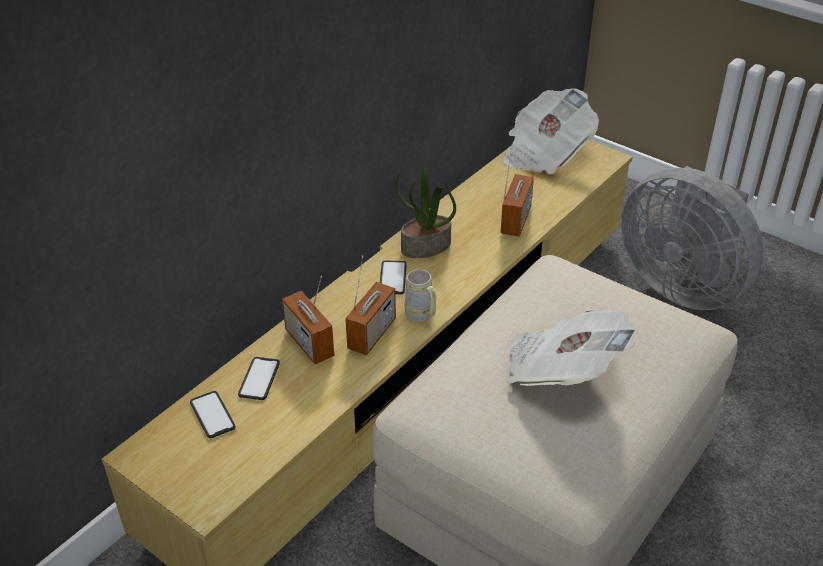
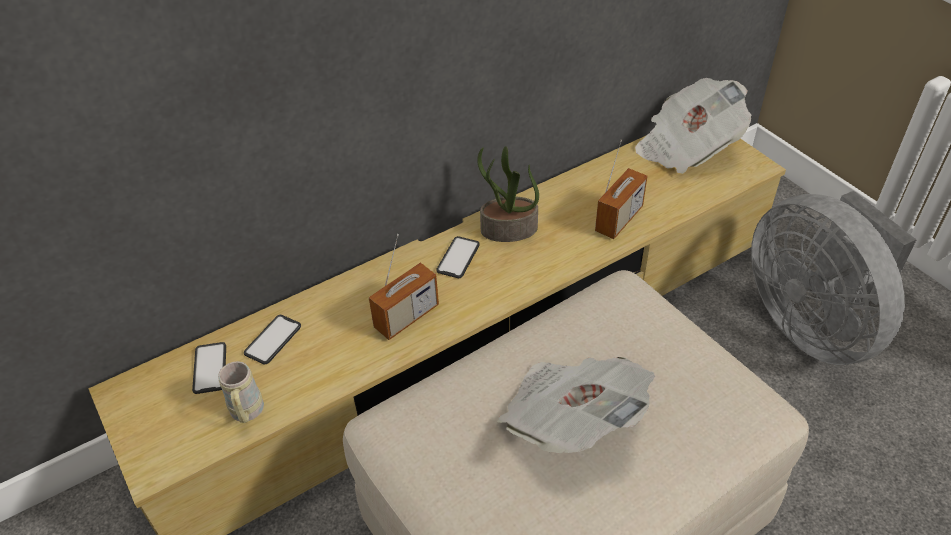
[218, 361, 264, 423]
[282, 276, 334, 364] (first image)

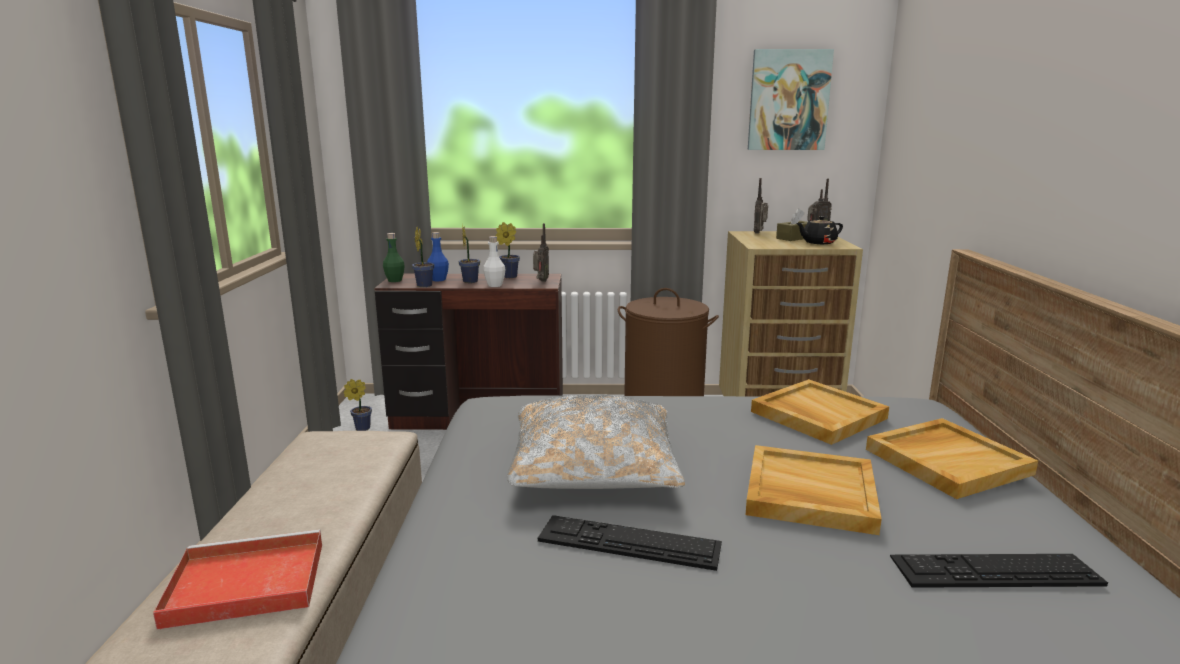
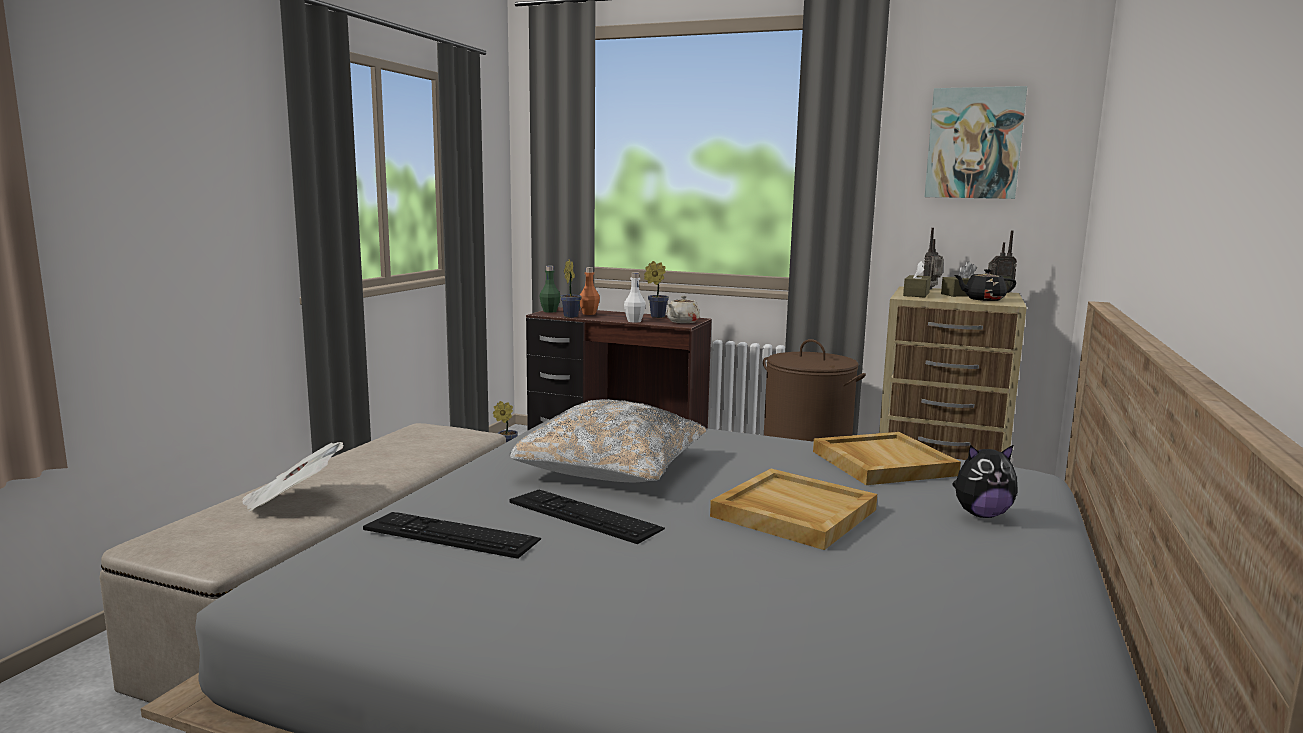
[667, 296, 700, 323]
[459, 224, 480, 283] (first image)
[580, 267, 600, 315]
[952, 445, 1018, 518]
[242, 442, 343, 512]
[363, 512, 541, 559]
[903, 261, 931, 298]

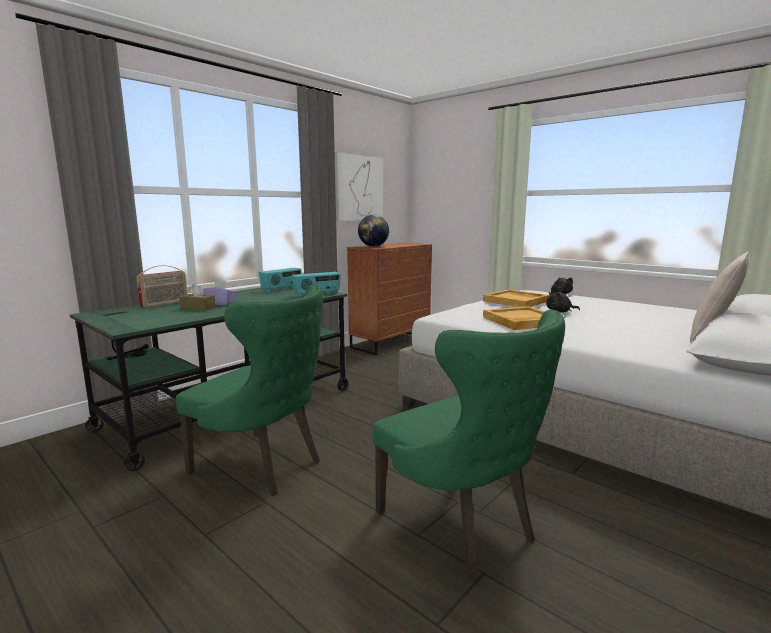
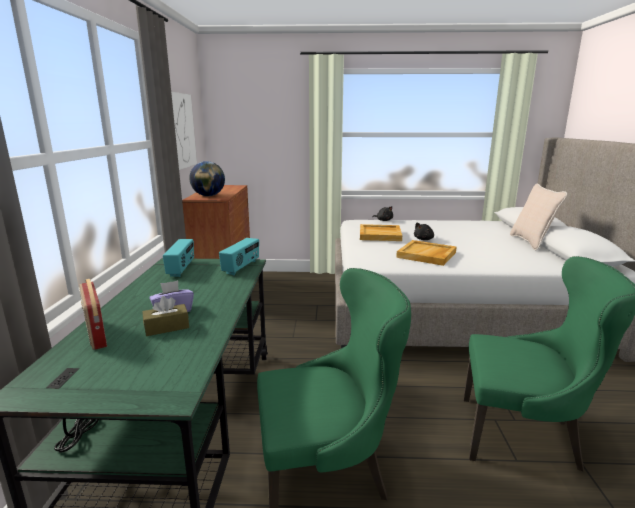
[79, 279, 107, 350]

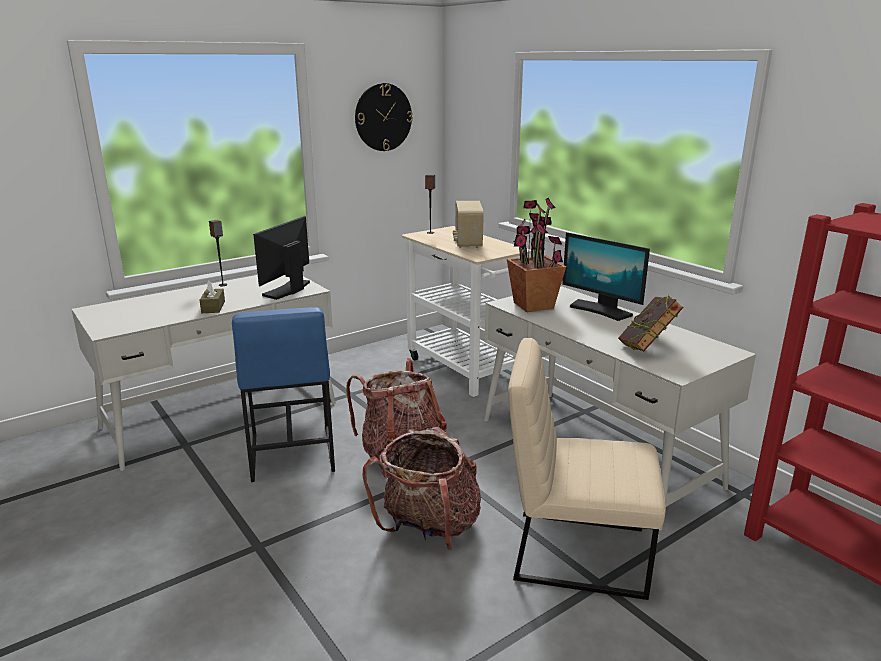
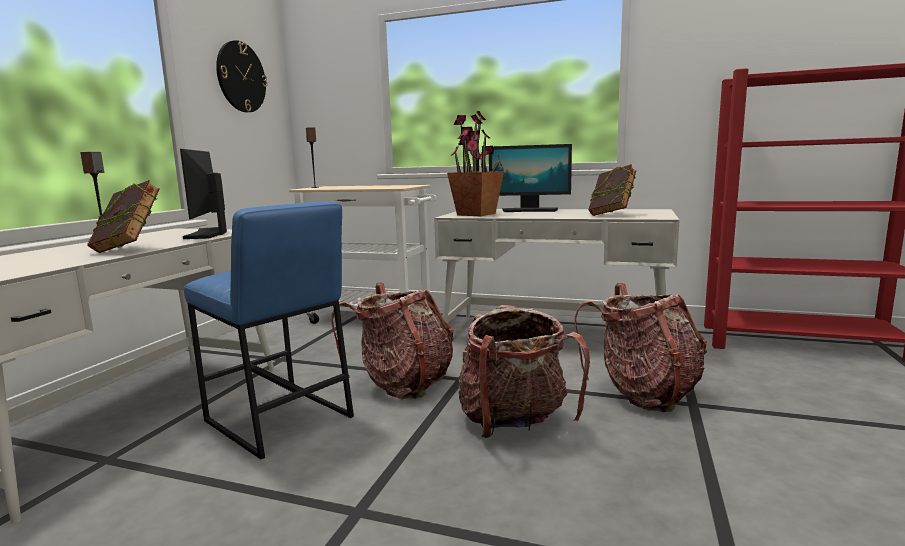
[453, 201, 484, 248] (first image)
[87, 180, 160, 253]
[575, 283, 707, 412]

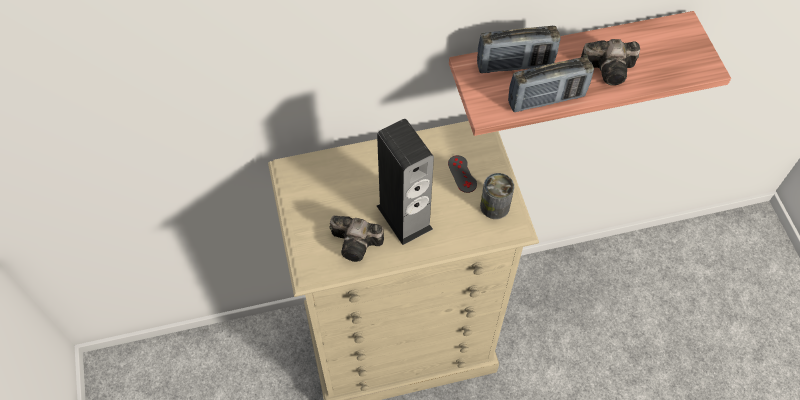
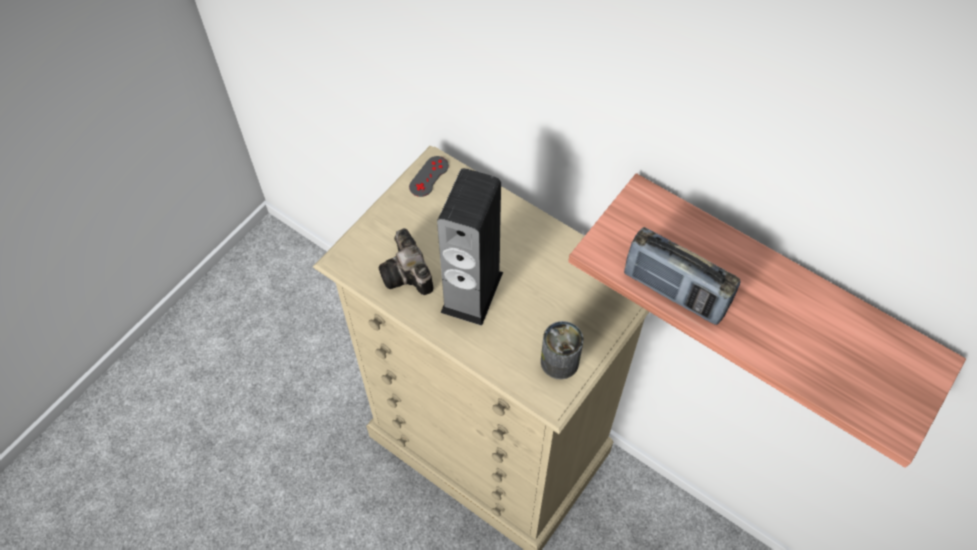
[477, 26, 561, 73] (first image)
[581, 39, 640, 86] (first image)
[409, 156, 449, 197]

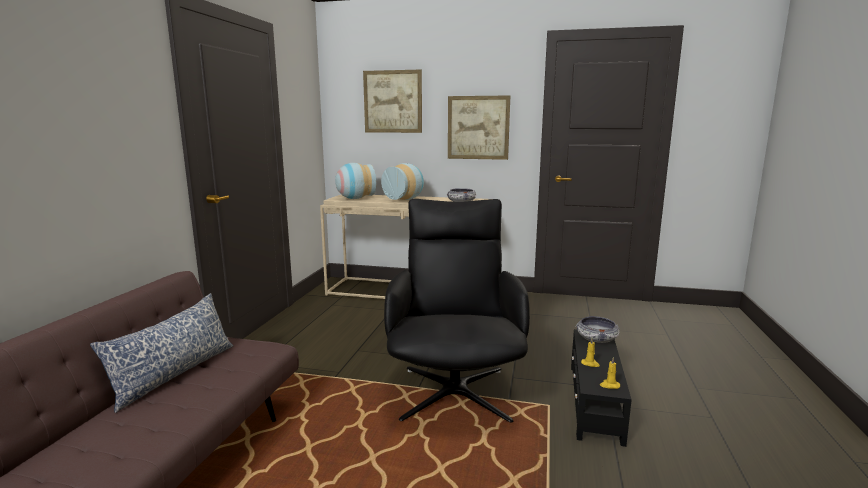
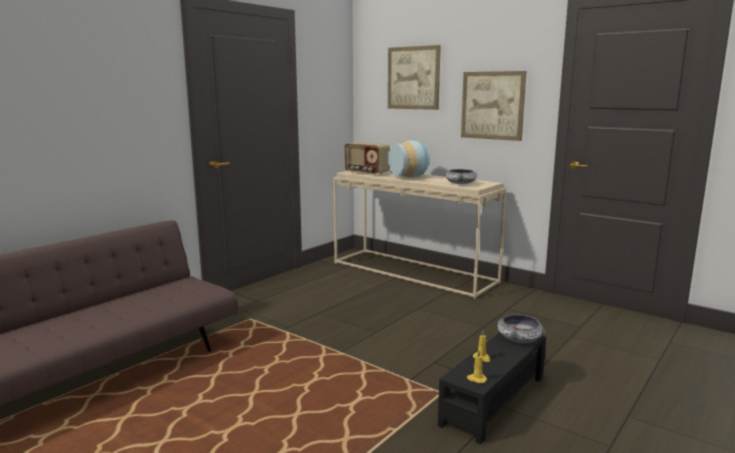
[344, 142, 390, 175]
[384, 199, 530, 423] (first image)
[90, 293, 234, 413] (first image)

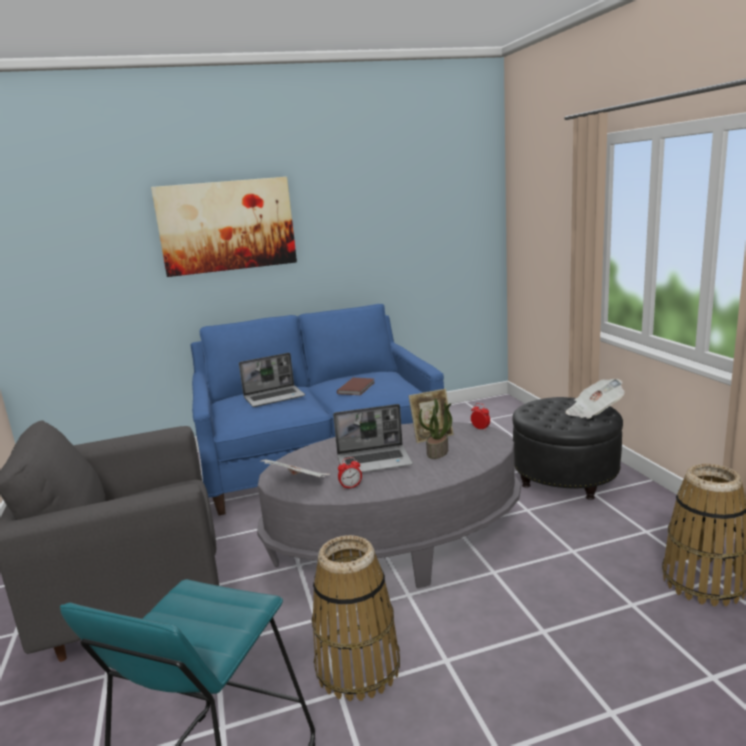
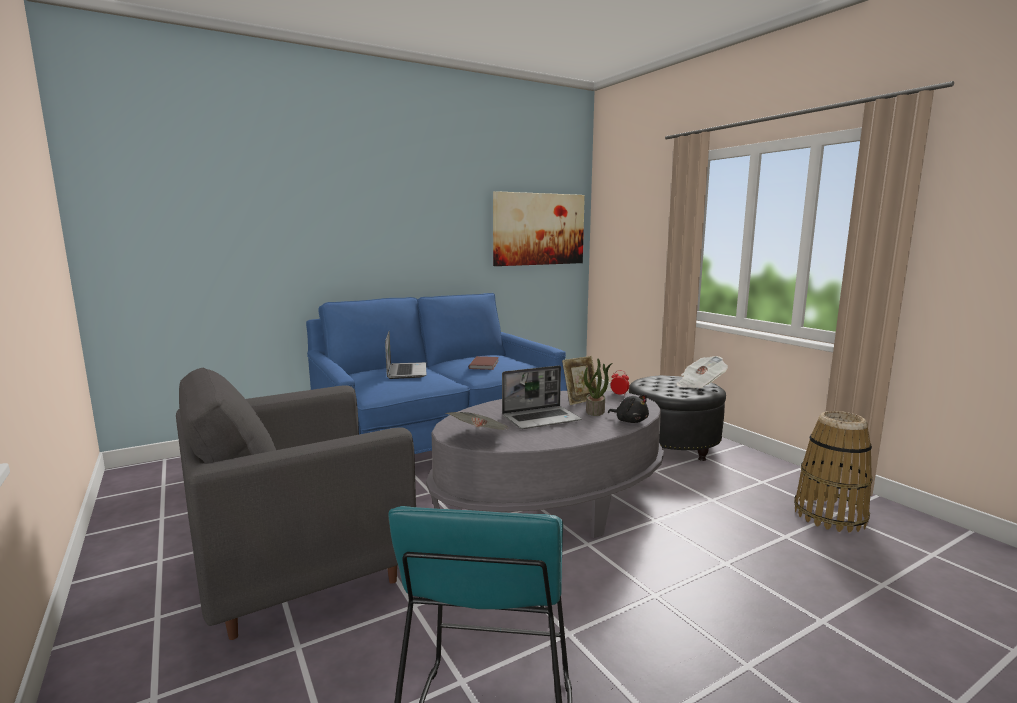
[493, 191, 585, 266]
[385, 331, 426, 379]
[338, 457, 362, 489] (first image)
[312, 535, 400, 701] (first image)
[608, 394, 649, 423]

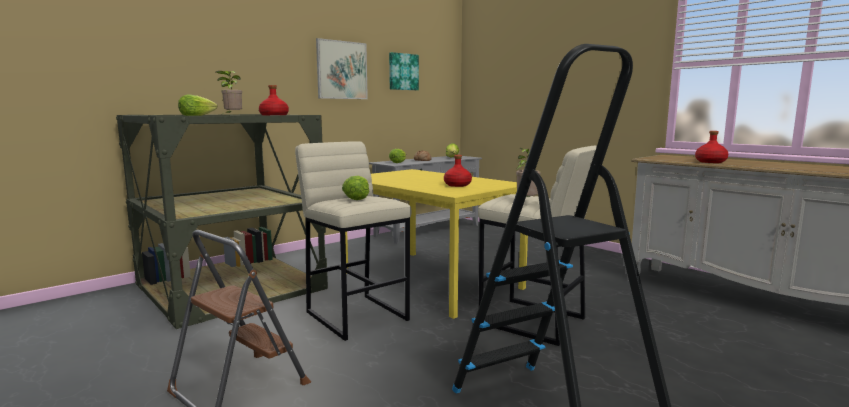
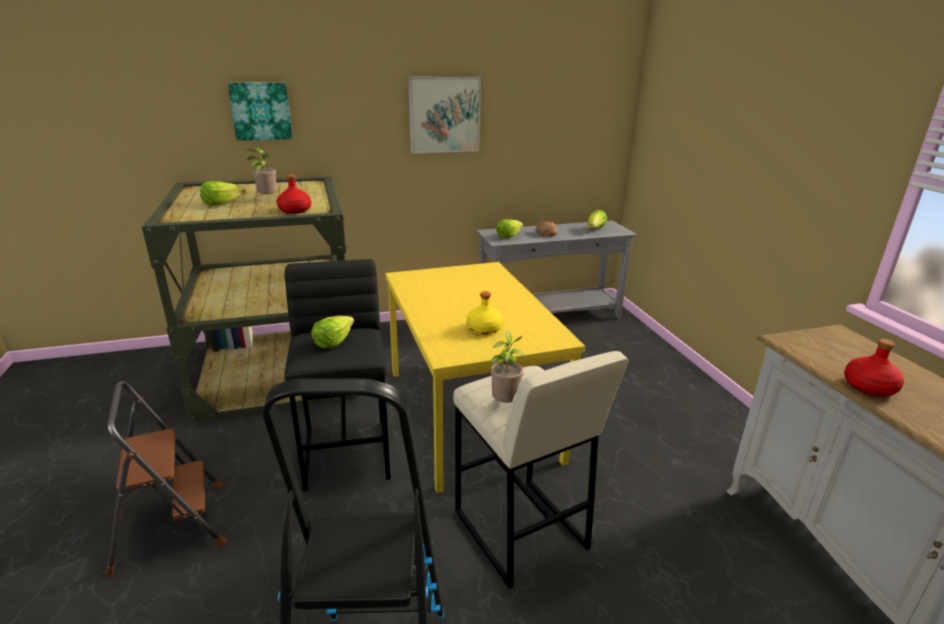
[228, 82, 292, 140]
[284, 259, 390, 491]
[467, 291, 503, 334]

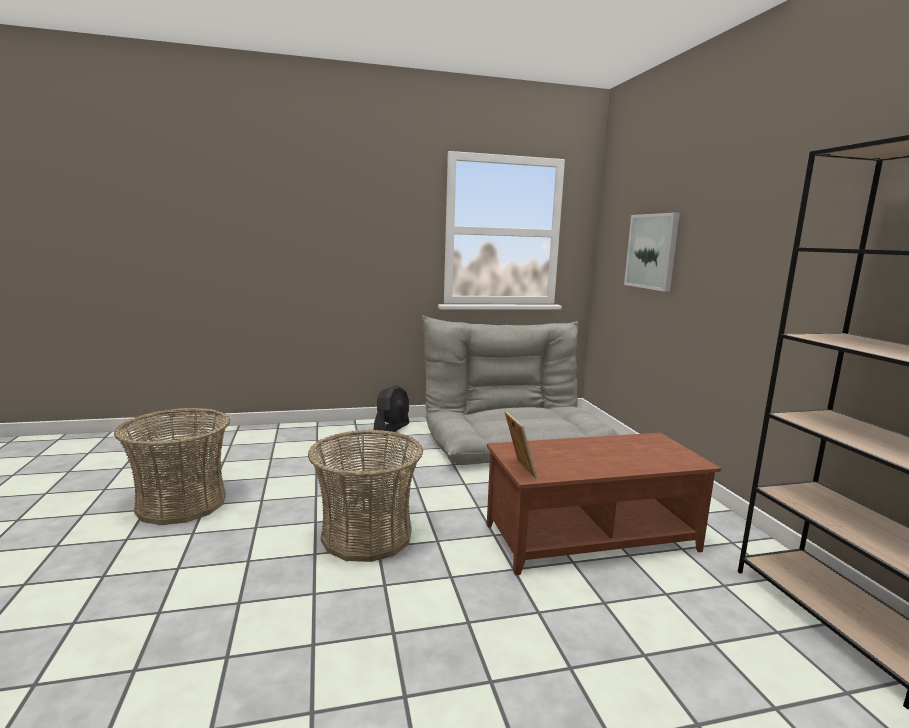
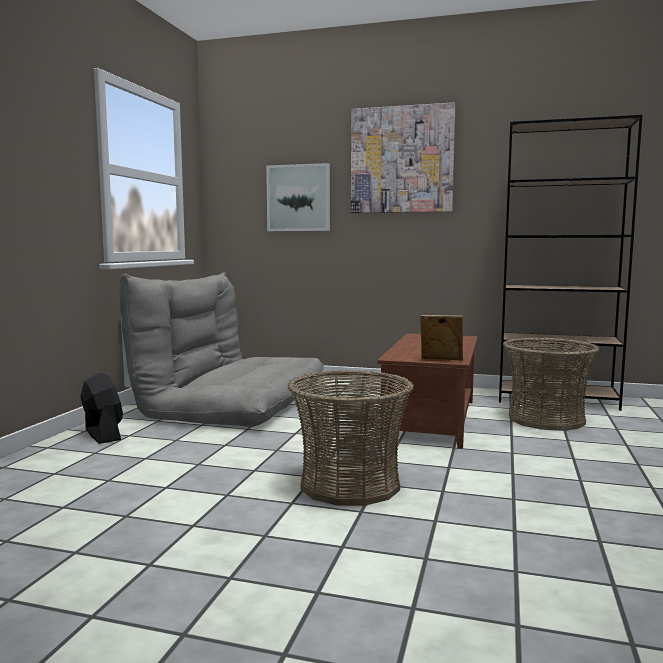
[503, 338, 599, 431]
[351, 102, 455, 213]

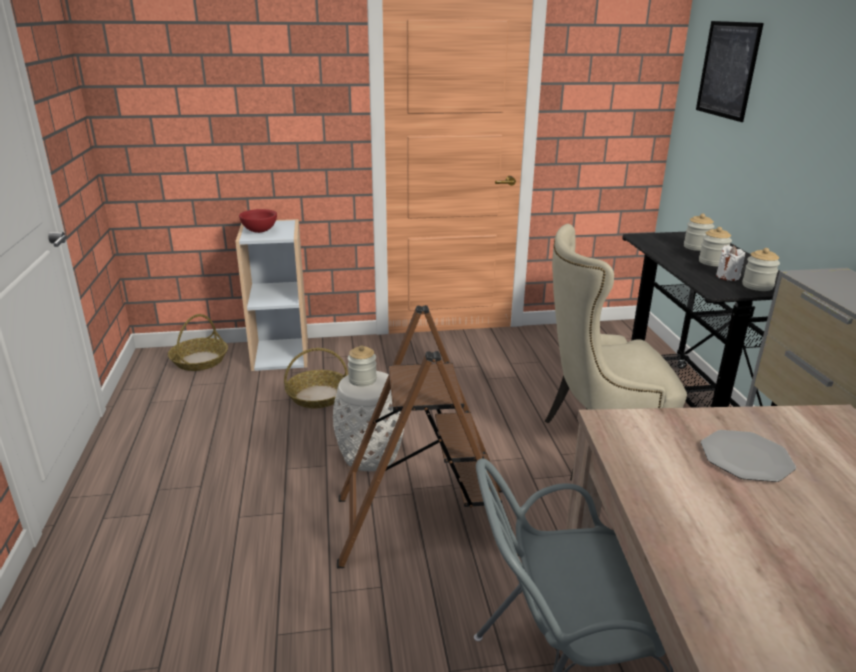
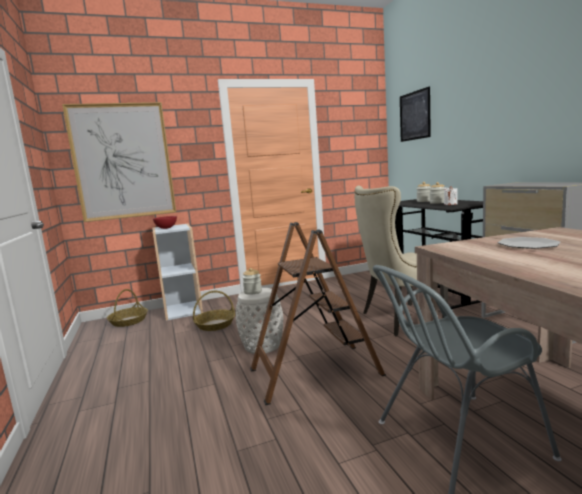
[742, 248, 780, 291] (first image)
[62, 102, 176, 222]

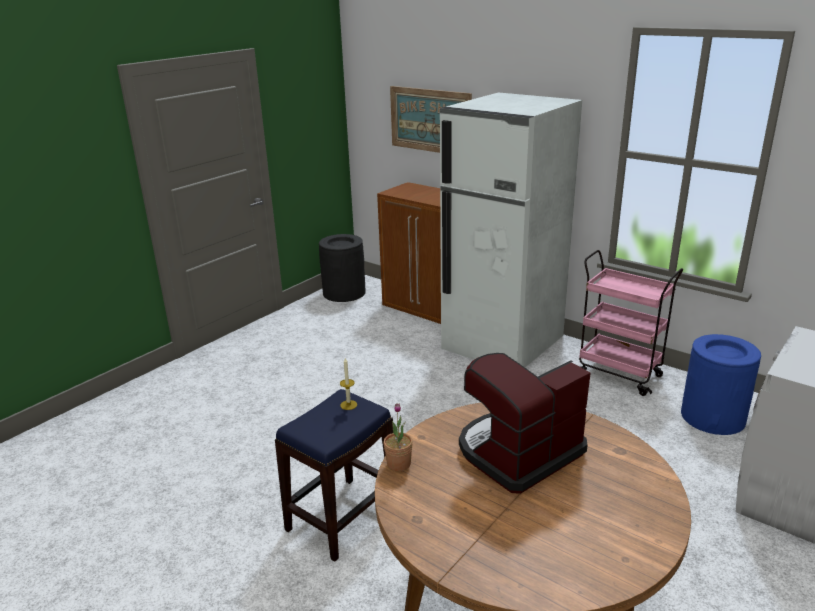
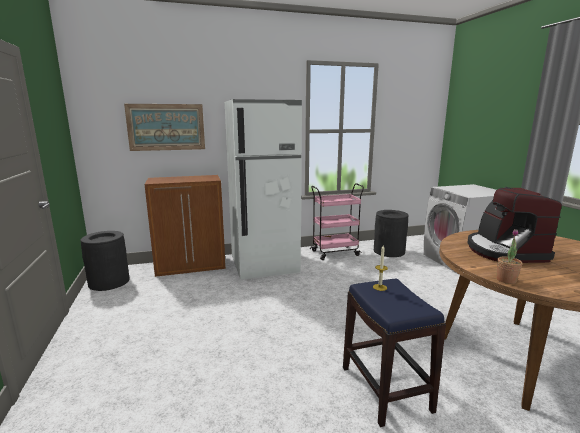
[374, 210, 409, 257]

